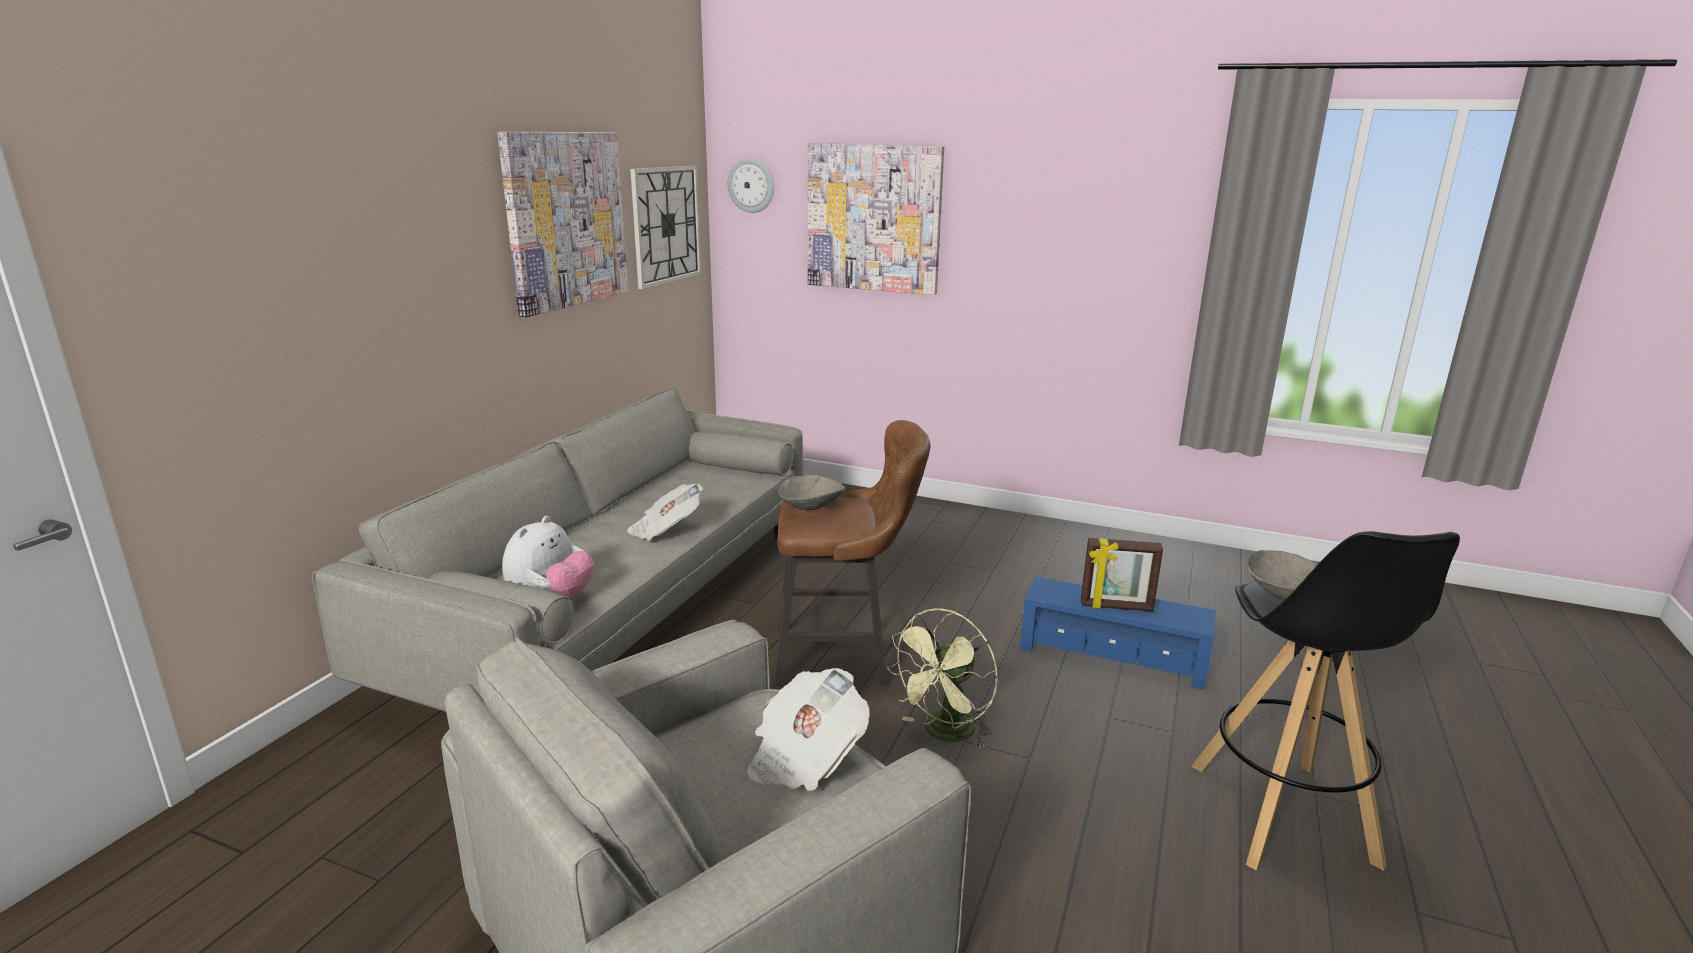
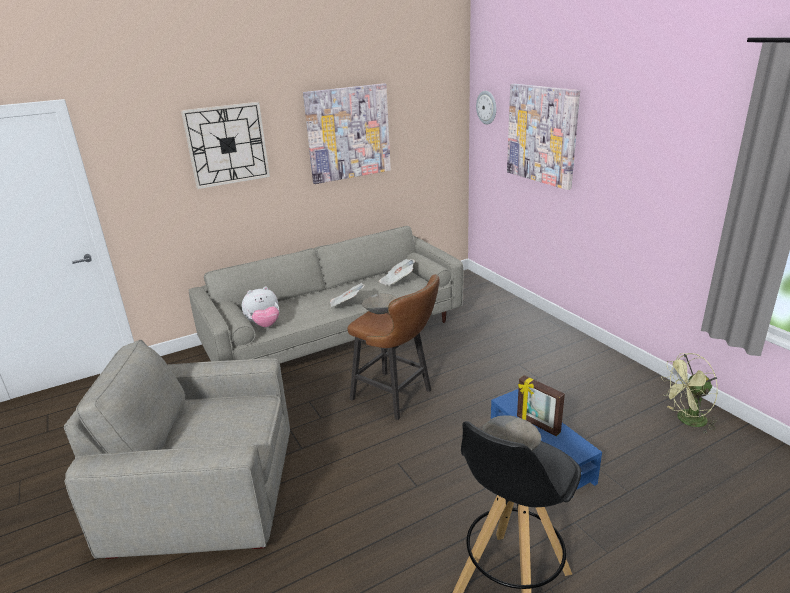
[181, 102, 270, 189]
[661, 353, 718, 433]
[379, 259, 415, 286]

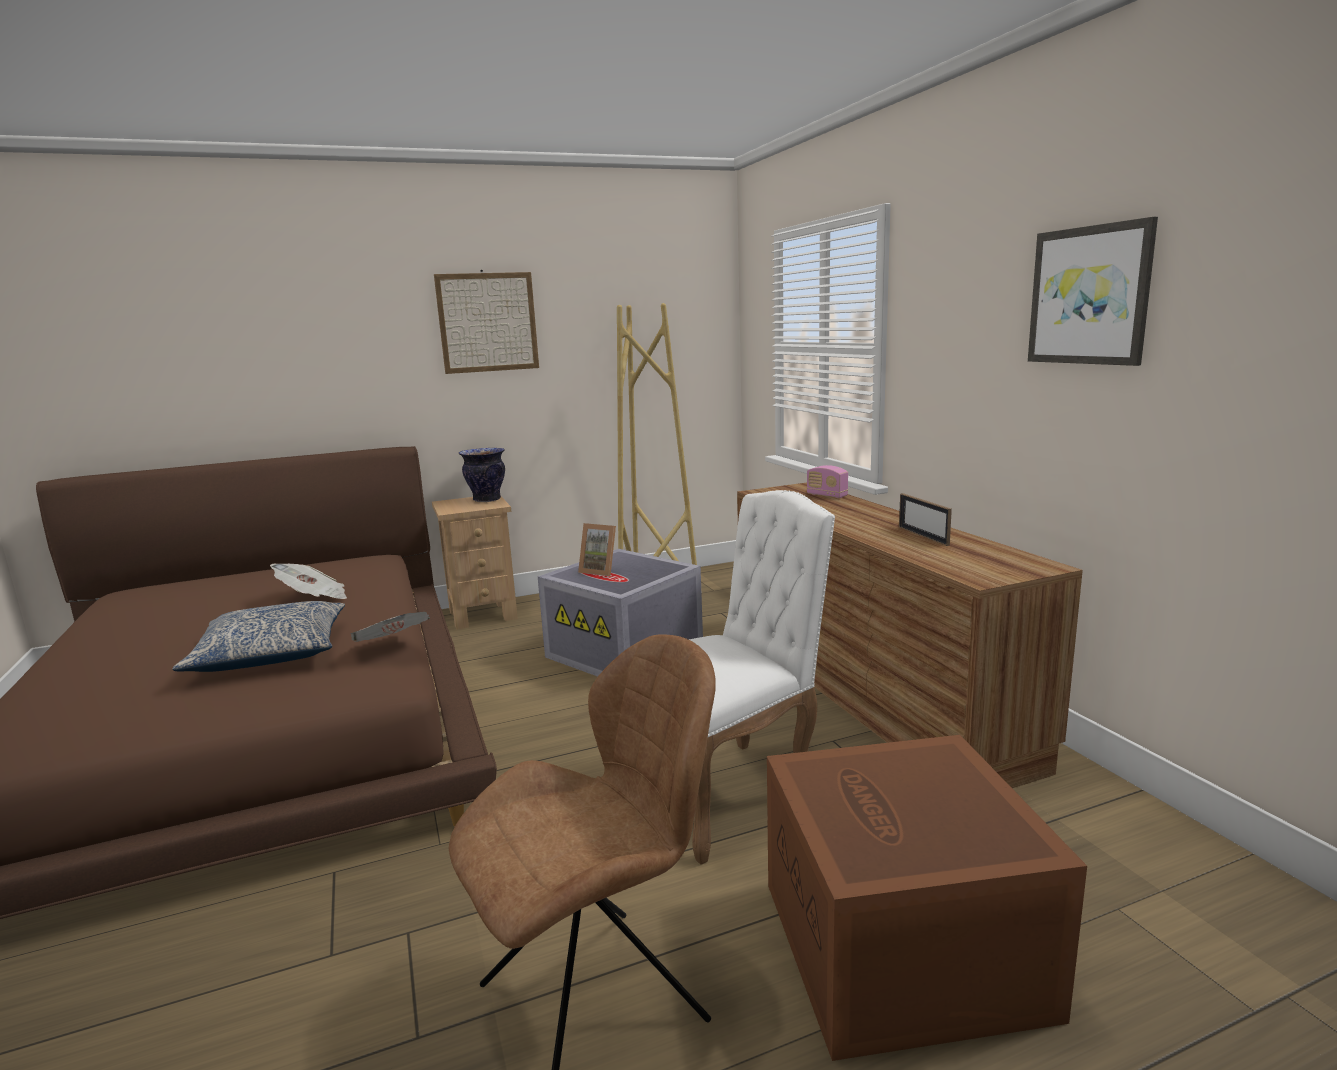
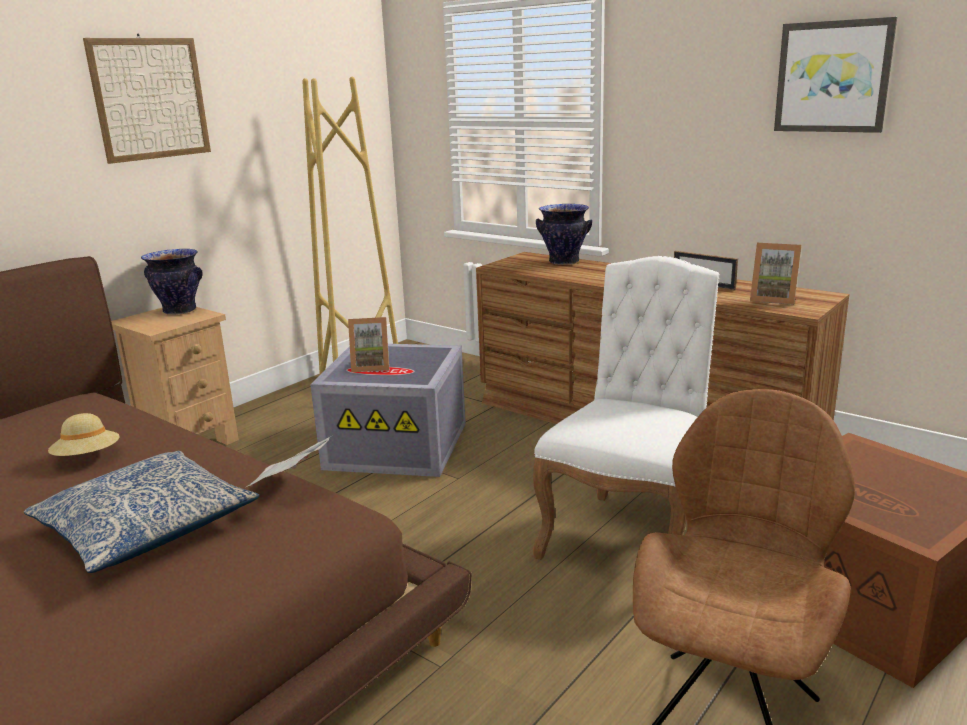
[536, 204, 592, 265]
[48, 413, 120, 456]
[750, 243, 802, 305]

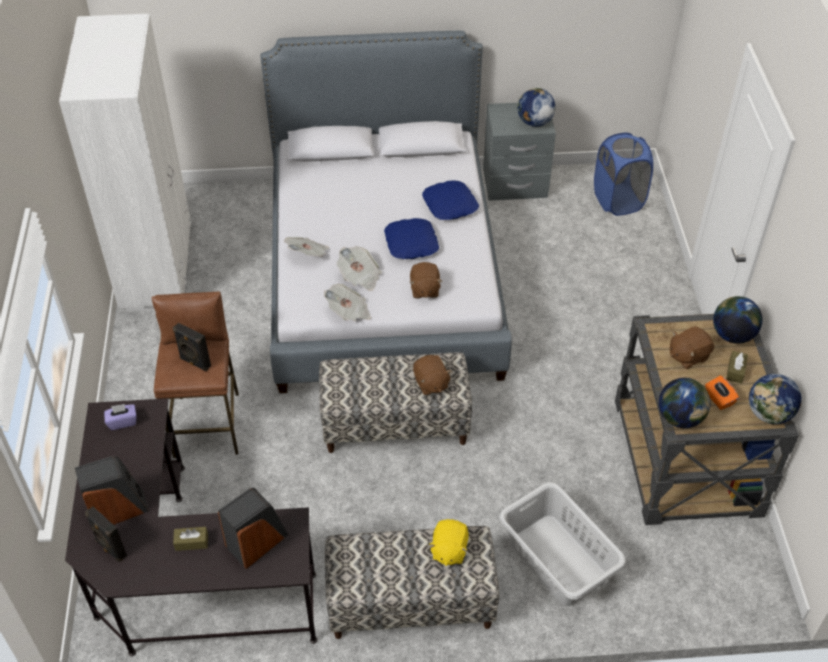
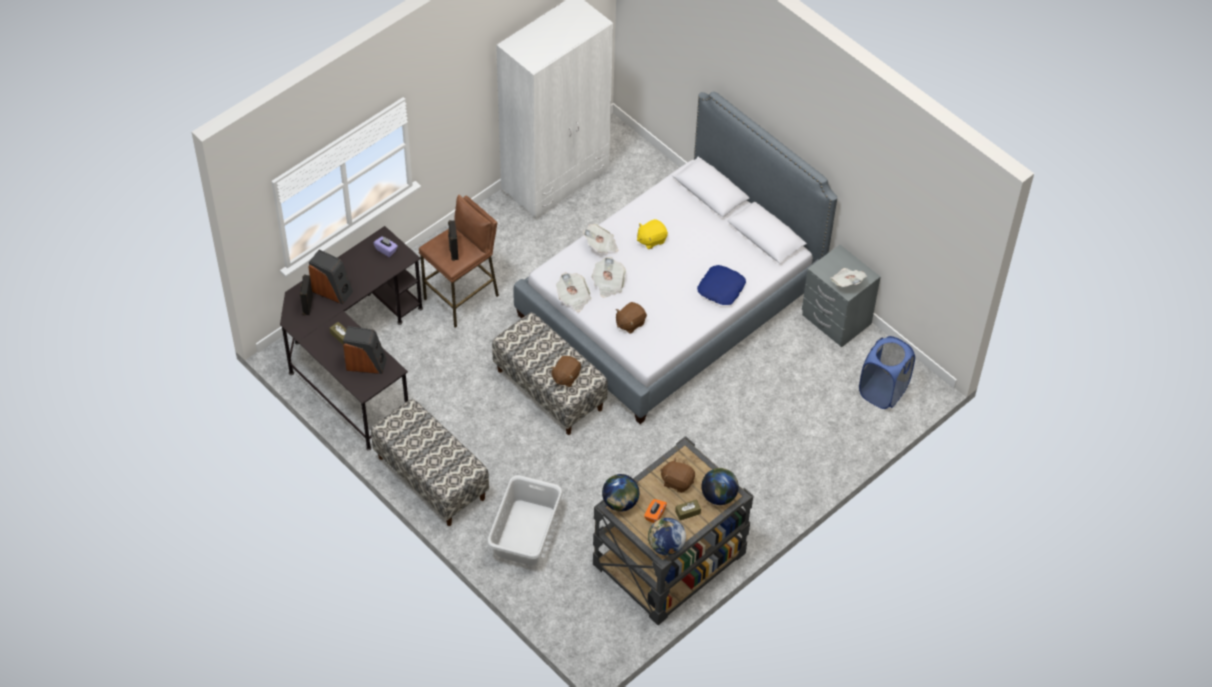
[831, 268, 867, 287]
[384, 218, 439, 259] (first image)
[637, 219, 668, 249]

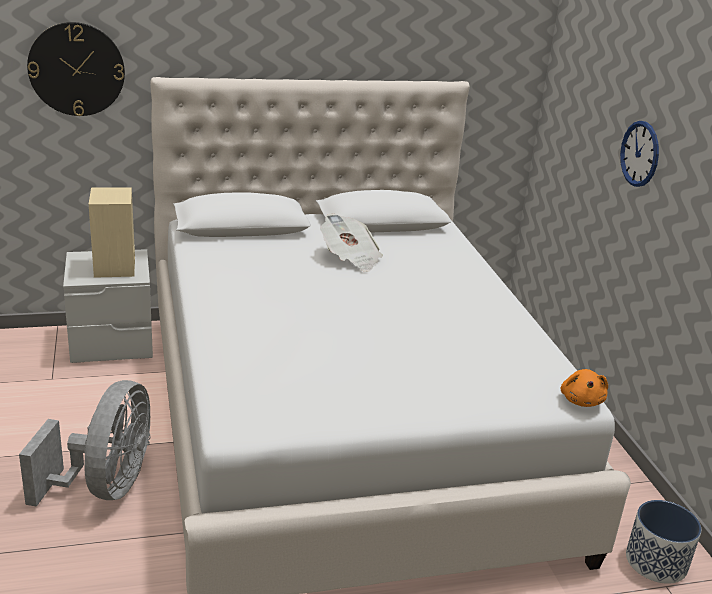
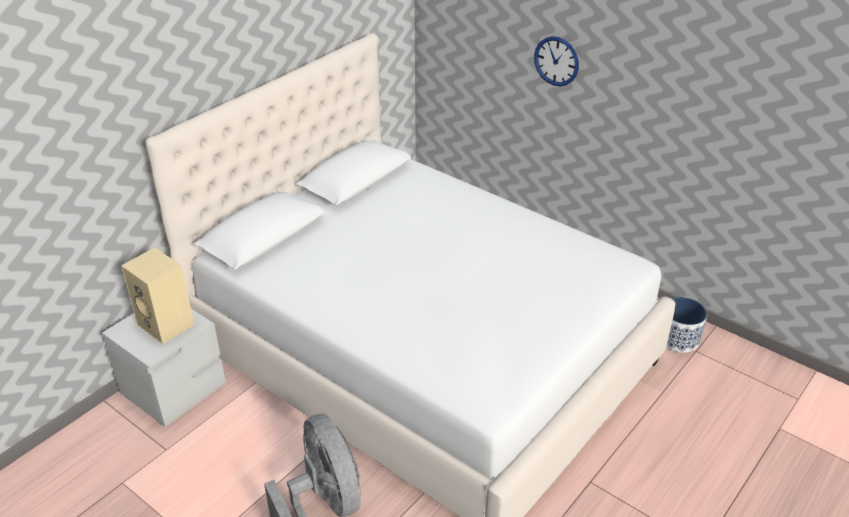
[27, 22, 125, 116] (first image)
[320, 213, 383, 272] (first image)
[561, 369, 608, 407] (first image)

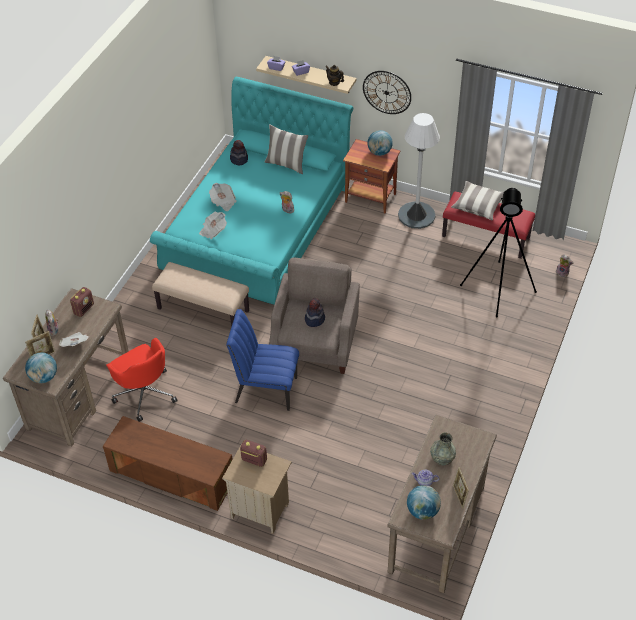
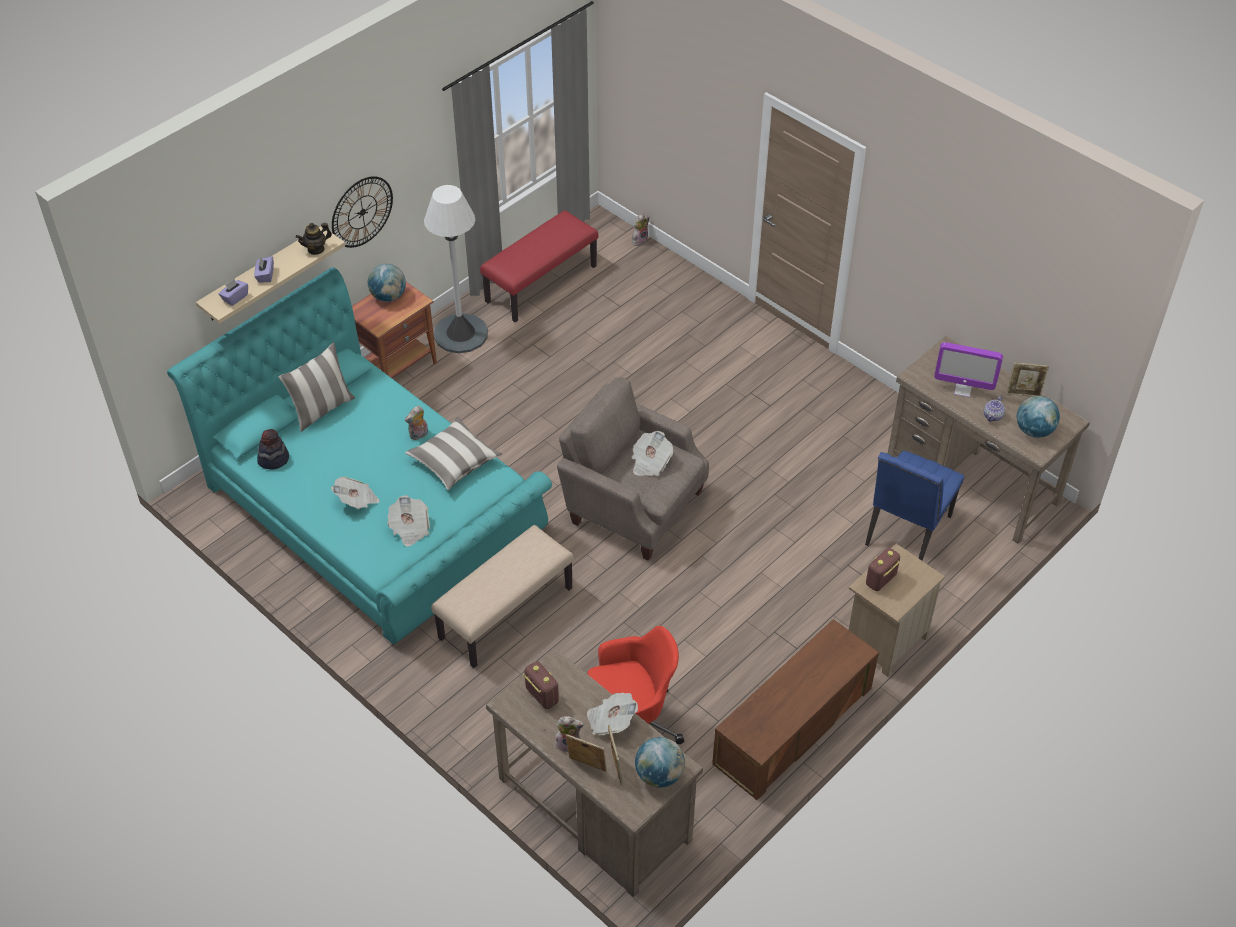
[405, 417, 502, 490]
[460, 188, 537, 318] (first image)
[632, 431, 673, 476]
[865, 451, 964, 561]
[934, 342, 1003, 397]

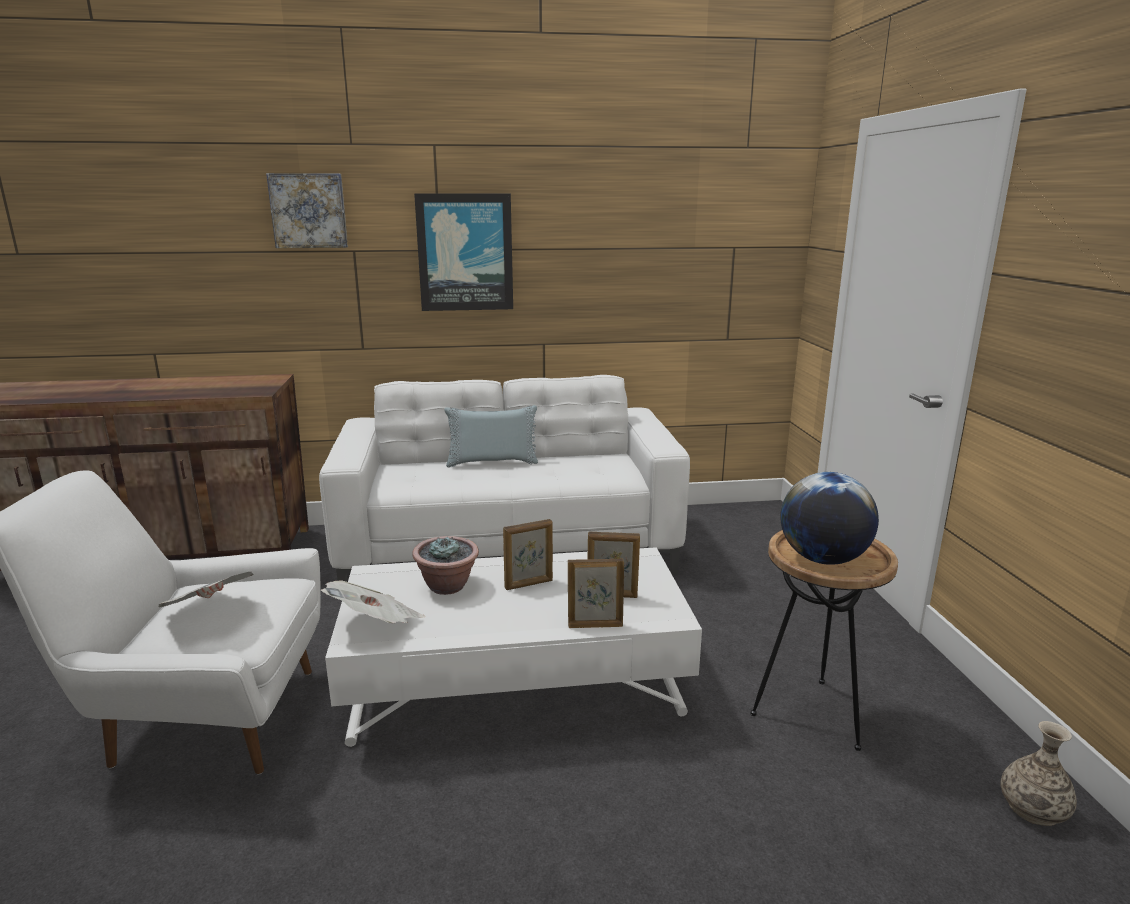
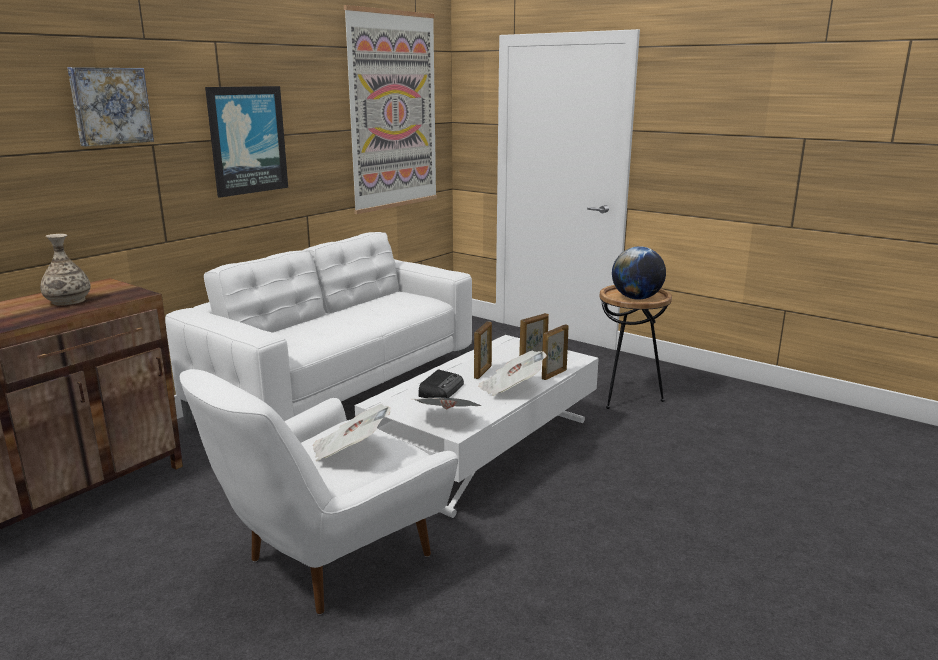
[444, 405, 538, 467] (first image)
[419, 370, 464, 398]
[40, 234, 91, 306]
[344, 5, 437, 214]
[479, 351, 547, 396]

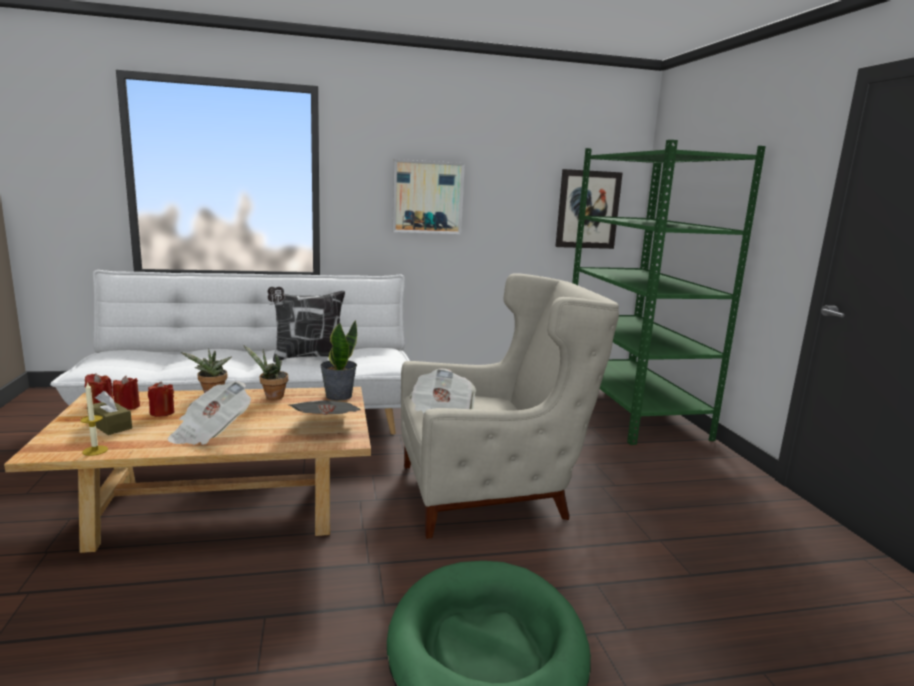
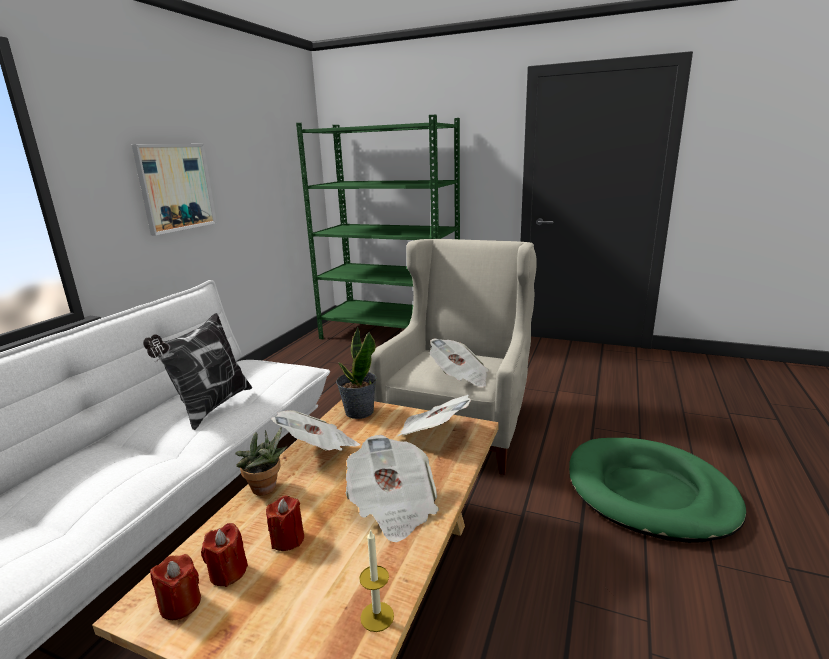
[555, 169, 623, 249] (first image)
[271, 410, 360, 451]
[87, 391, 132, 435] (first image)

